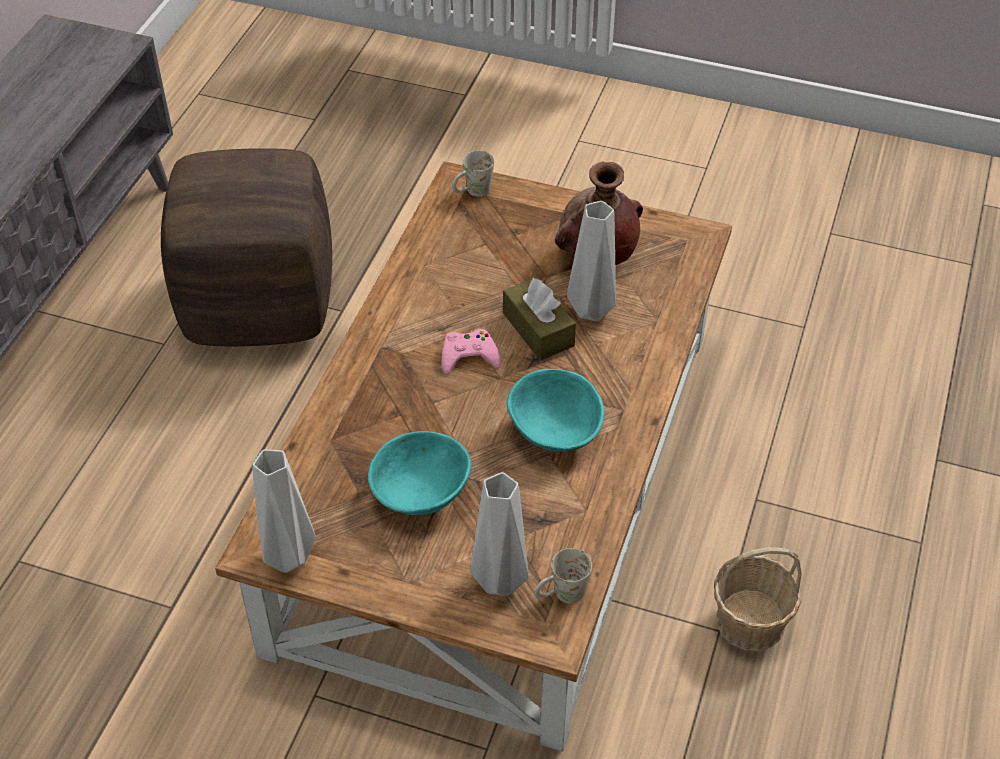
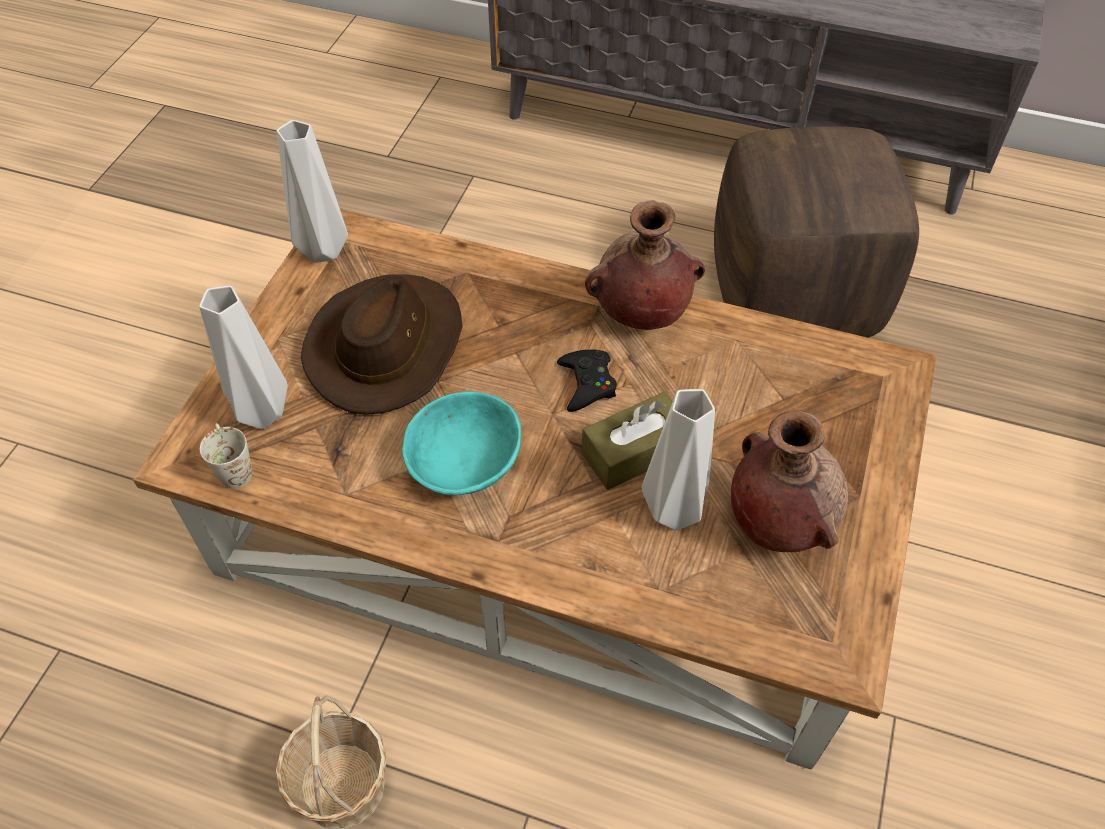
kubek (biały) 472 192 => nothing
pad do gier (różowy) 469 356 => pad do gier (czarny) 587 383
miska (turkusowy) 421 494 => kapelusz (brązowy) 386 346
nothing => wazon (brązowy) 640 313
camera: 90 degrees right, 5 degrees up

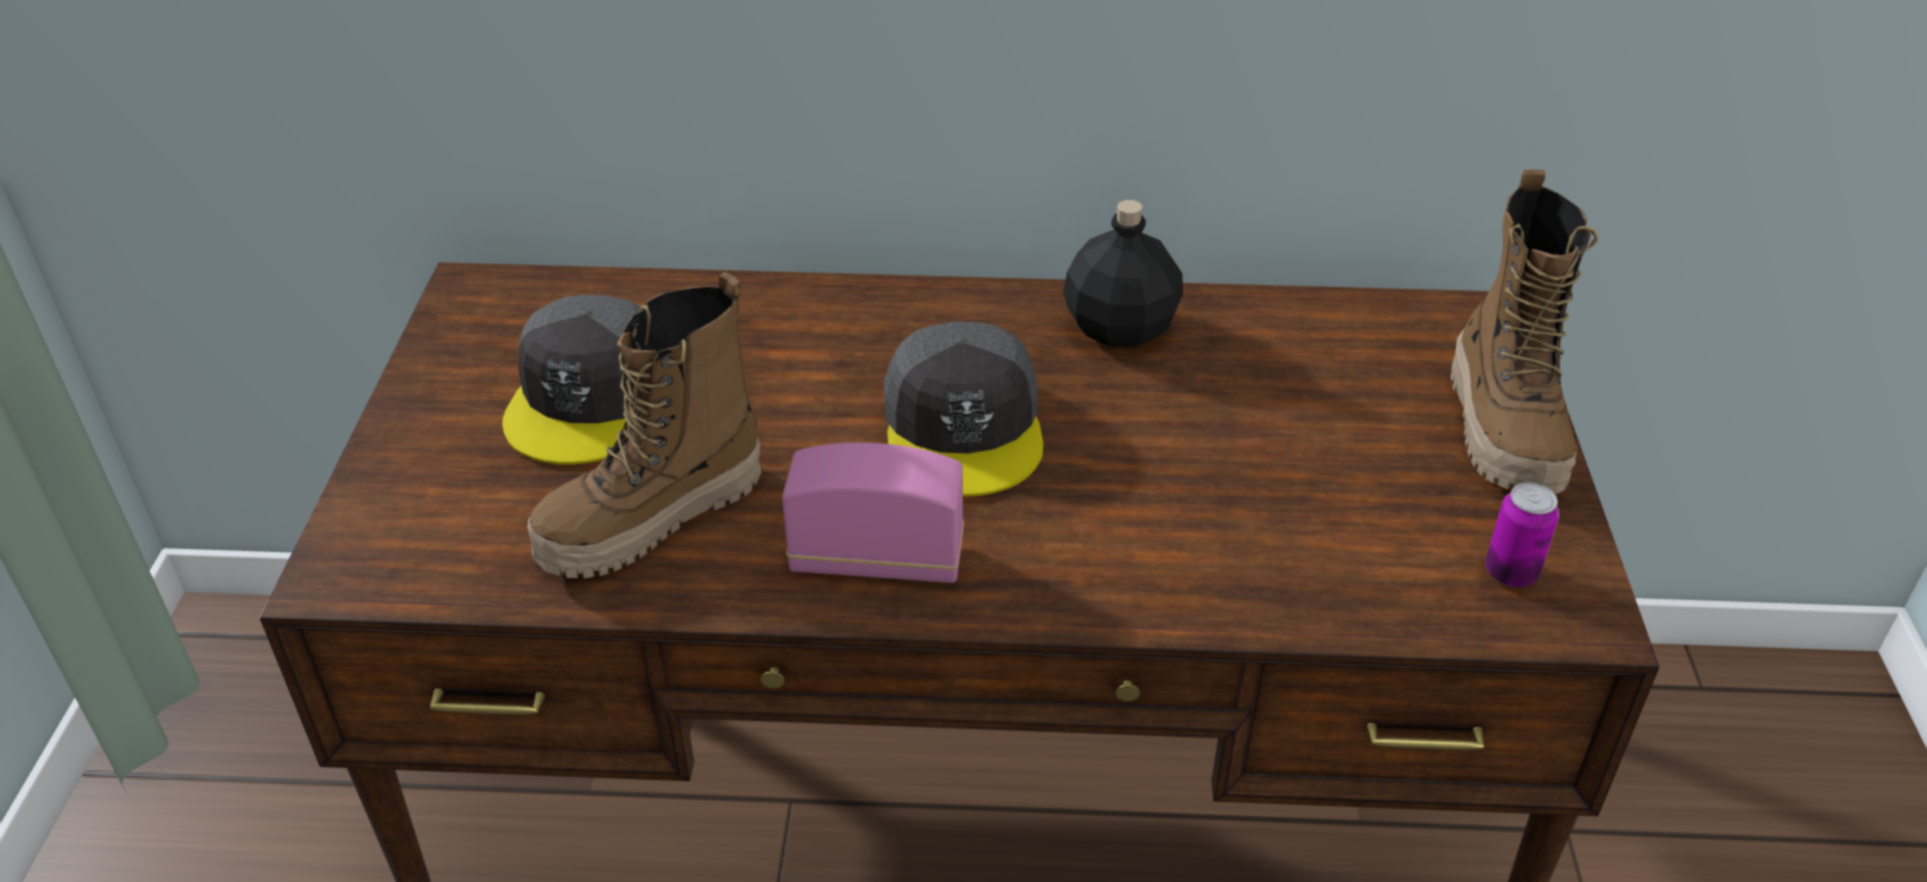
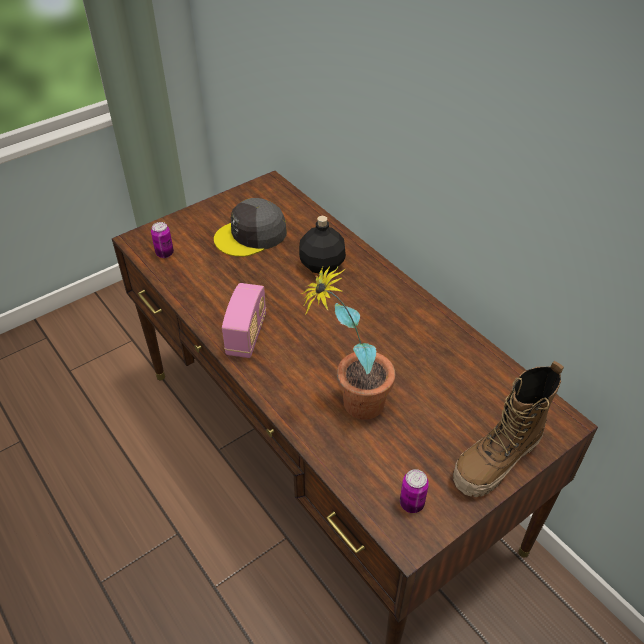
butelka (czarny) 1121 328 => butelka (czarny) 323 265, move
but z cholewką 653 520 => nothing
czapka z daszkiem (szary) 964 426 => nothing
radio 877 559 => radio 247 335, 45 degrees clockwise
nothing => puszka 165 253
nothing => roślina doniczkowa 350 403
camera: 50 degrees right, 5 degrees up

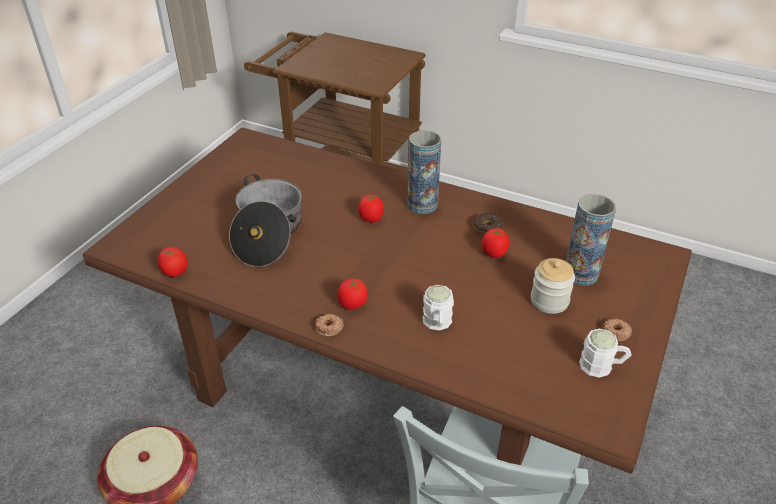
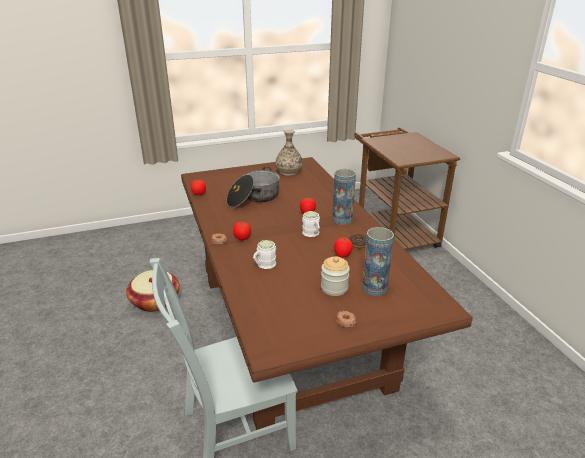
kubek (biały) 602 366 => kubek (biały) 312 234, move
nothing => wazon 288 171
camera: 45 degrees right, 10 degrees down

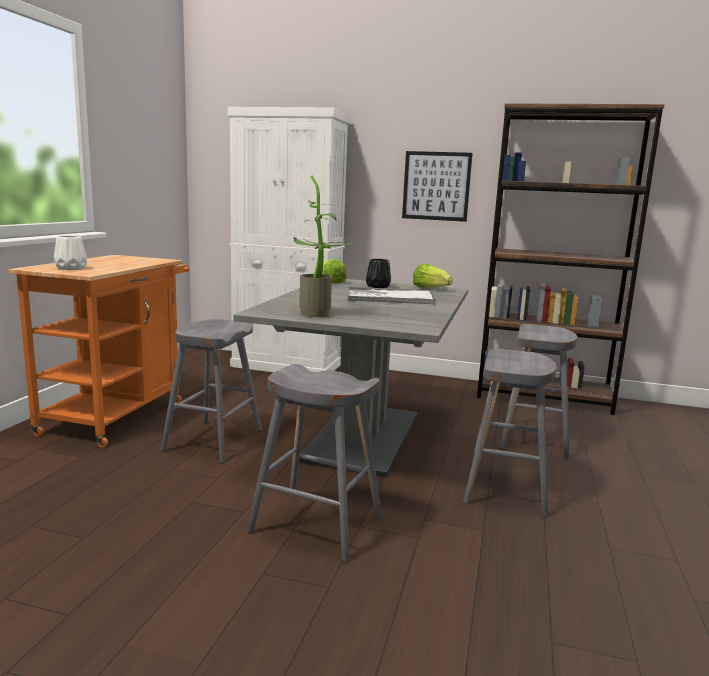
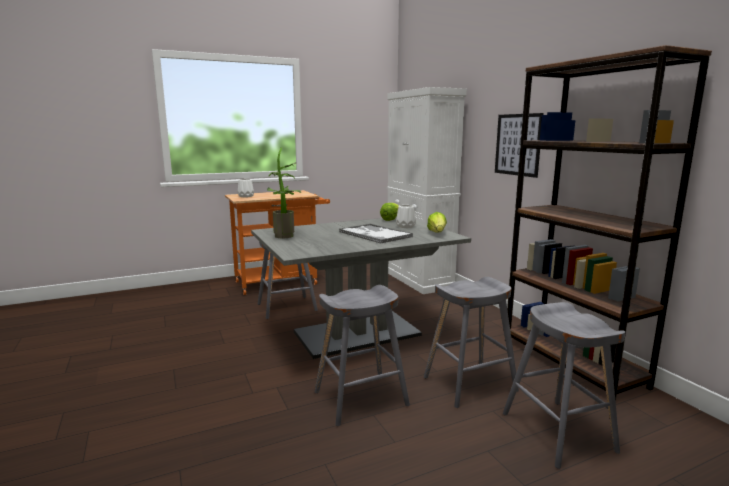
wazon (czarny) 377 286 => wazon (biały) 405 226
stołek (szary) 317 524 => stołek (szary) 557 432, move
camera: 50 degrees right, 0 degrees up

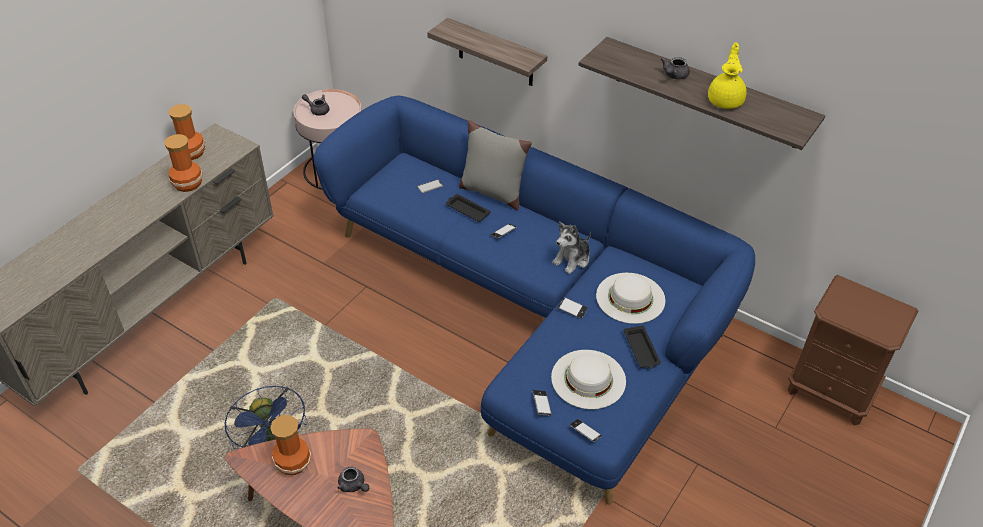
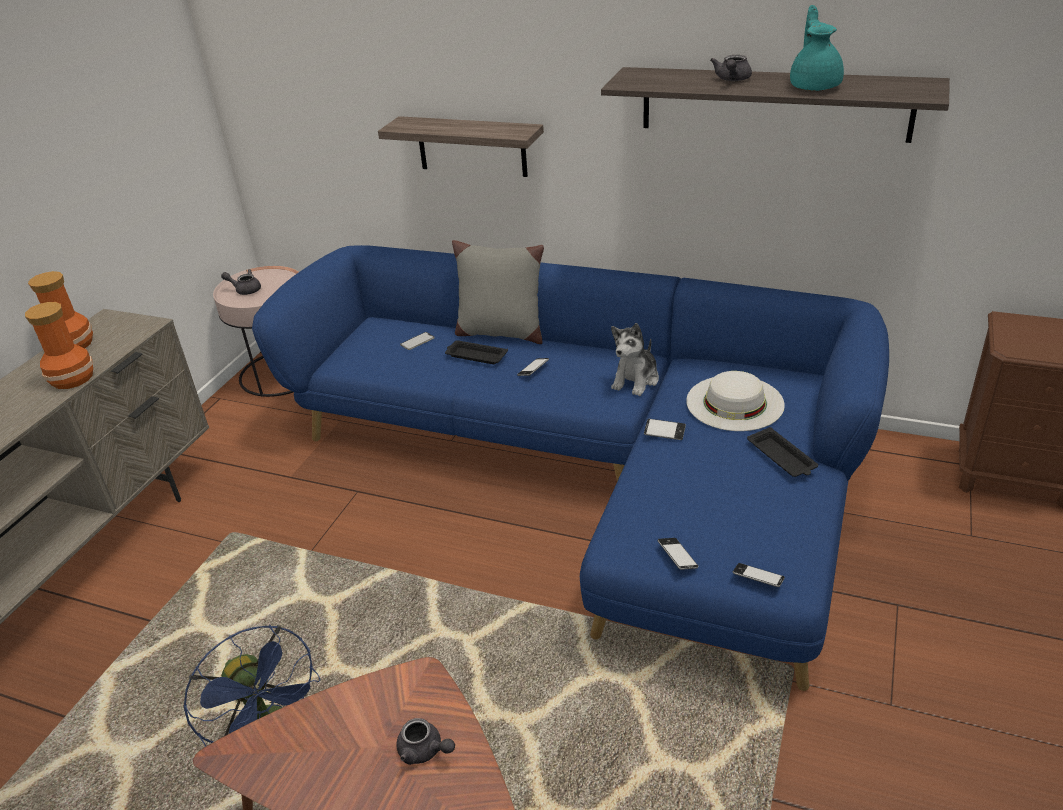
imbryk (żółty) 726 100 => imbryk (turkusowy) 815 86
kapelusz (biały) 588 379 => nothing
wazon 292 462 => nothing
camera: 10 degrees left, 10 degrees down

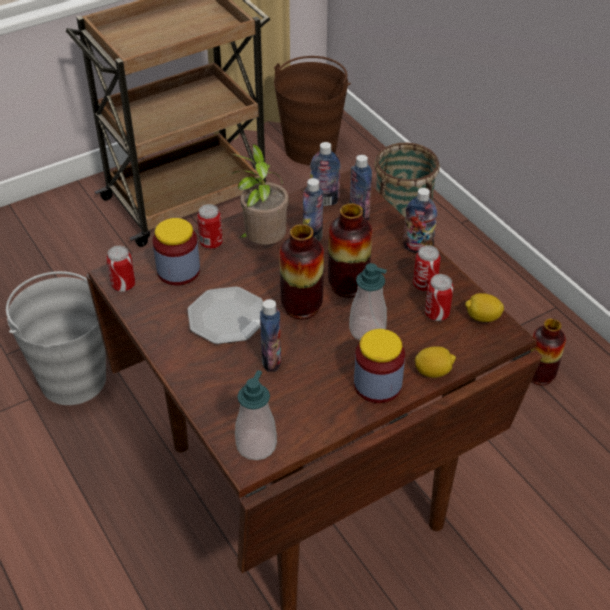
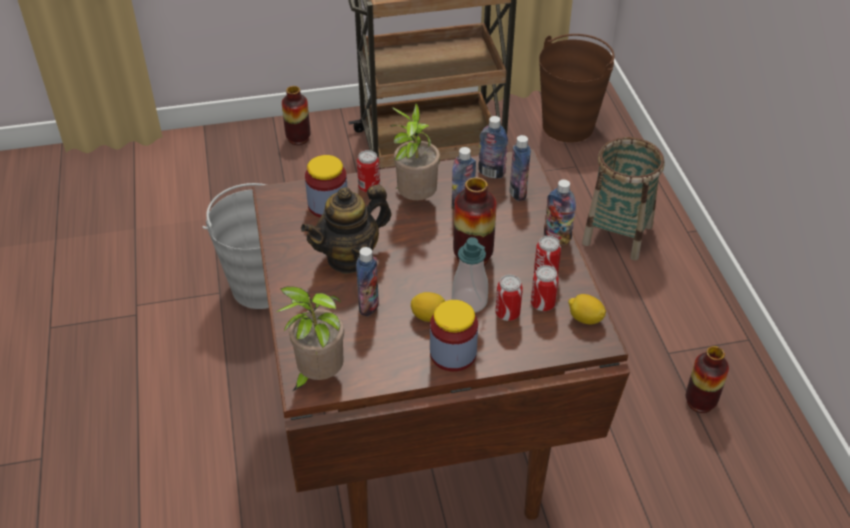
wazon 301 307 => wazon 298 138, move
puszka 123 285 => puszka 507 314, move
talerz 227 317 => imbryk 350 257
cytryna 433 371 => cytryna 429 316, move
dozownik mydła 256 445 => roślina doniczkowa 318 376
camera: 20 degrees right, 0 degrees up

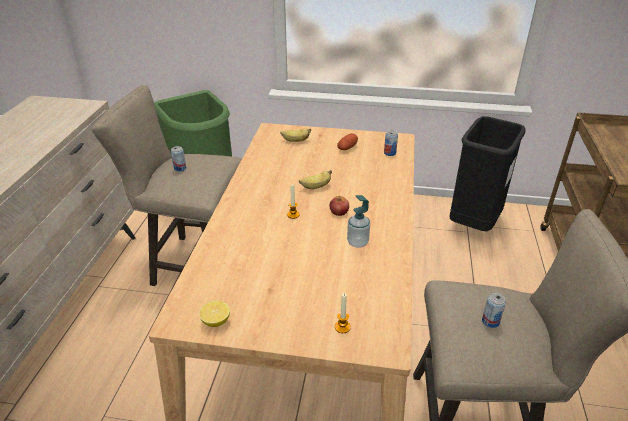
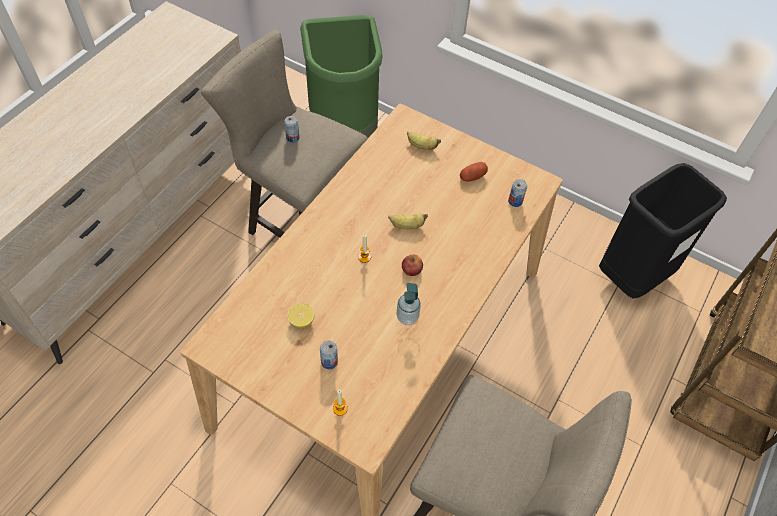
puszka 490 321 => puszka 329 362, move
cytryna 216 321 => cytryna 301 321, move
camera: 20 degrees right, 20 degrees up

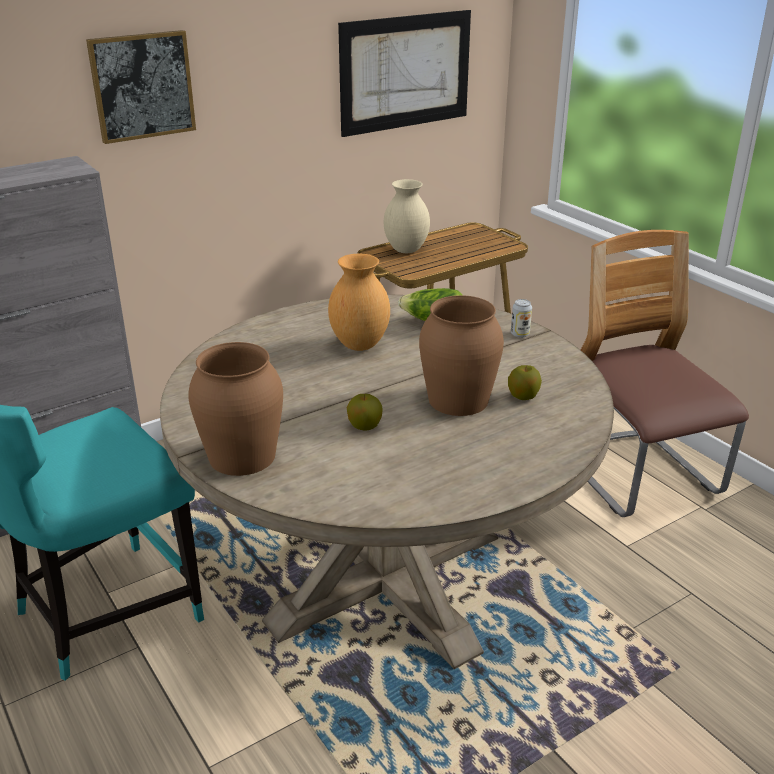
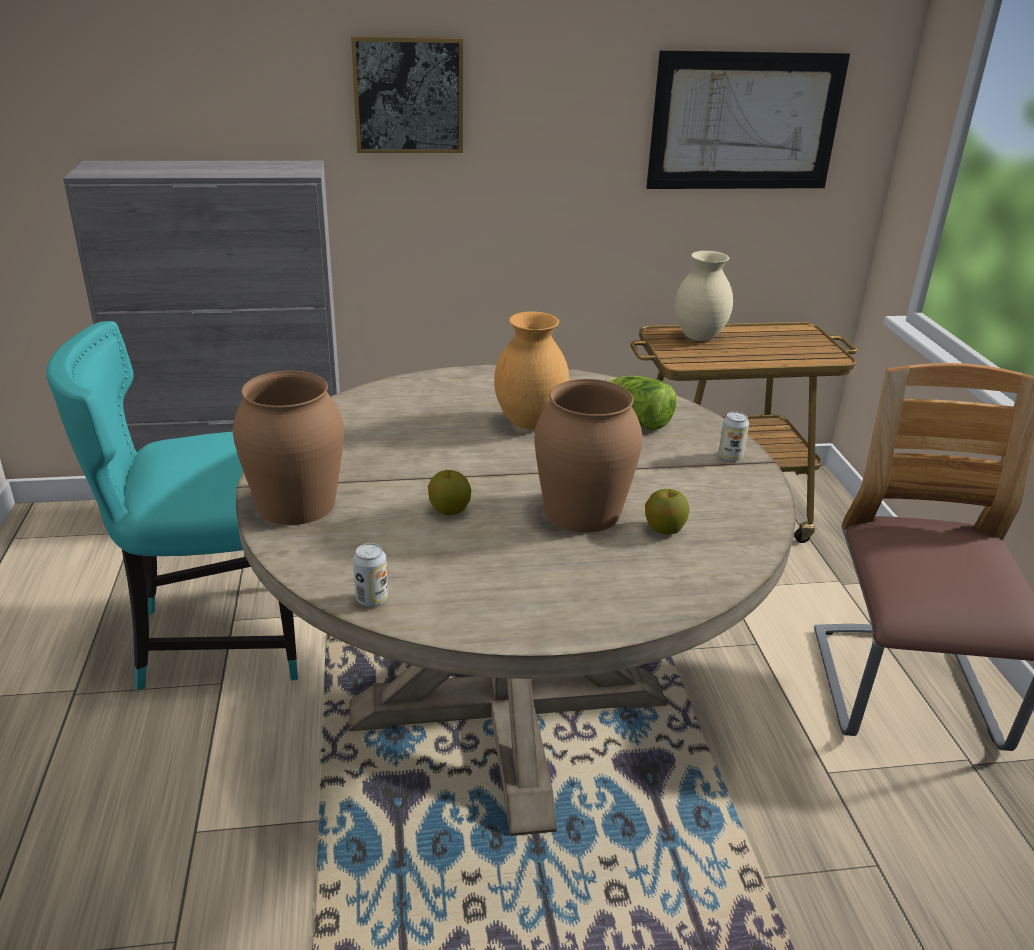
nothing => puszka 372 599
camera: 25 degrees right, 0 degrees up

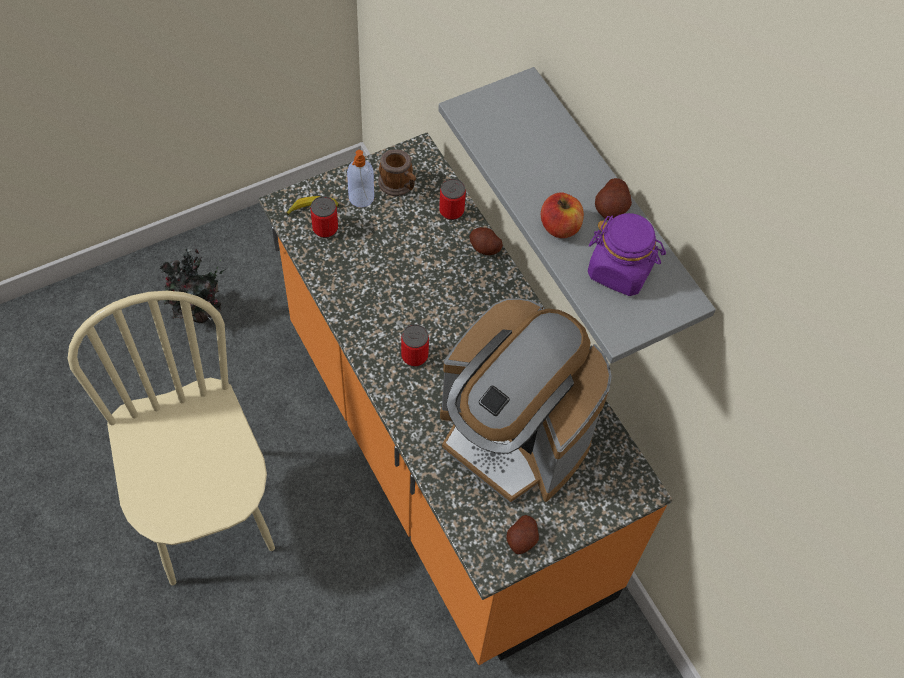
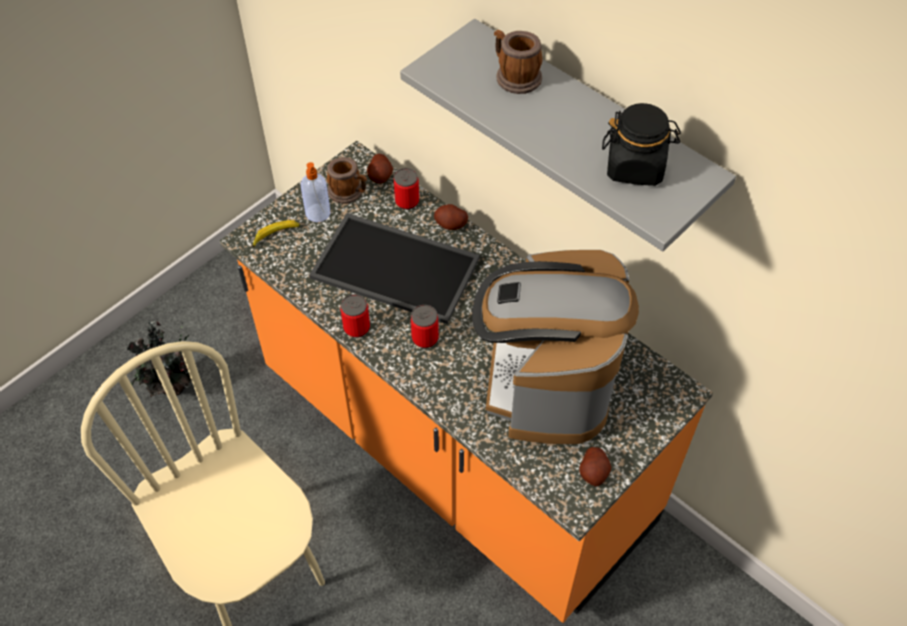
ziemniak 611 208 => ziemniak 380 176, move
jabłko 560 227 => nothing
puszka 325 228 => puszka 356 327, move
słoik (fioletowy) 620 270 => słoik (czarny) 635 167
ekspres do kawy 513 437 => ekspres do kawy 547 383, 75 degrees clockwise
nothing => kubek 514 76
nothing => taca 397 266
camera: 15 degrees left, 5 degrees down

